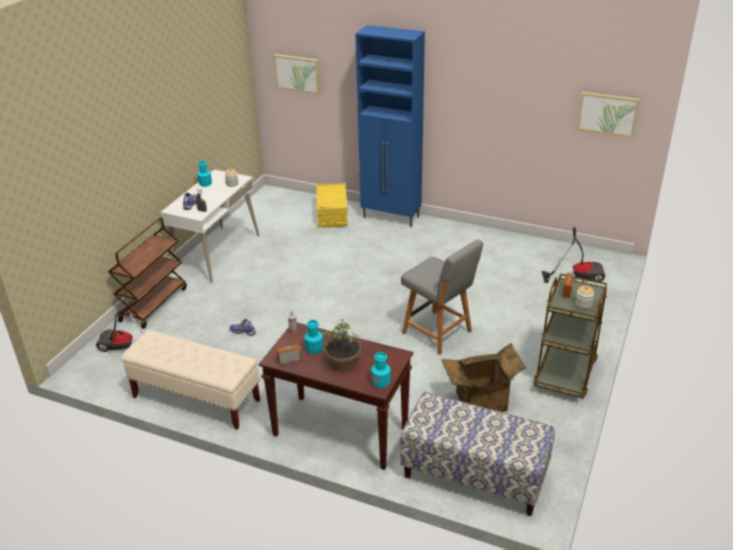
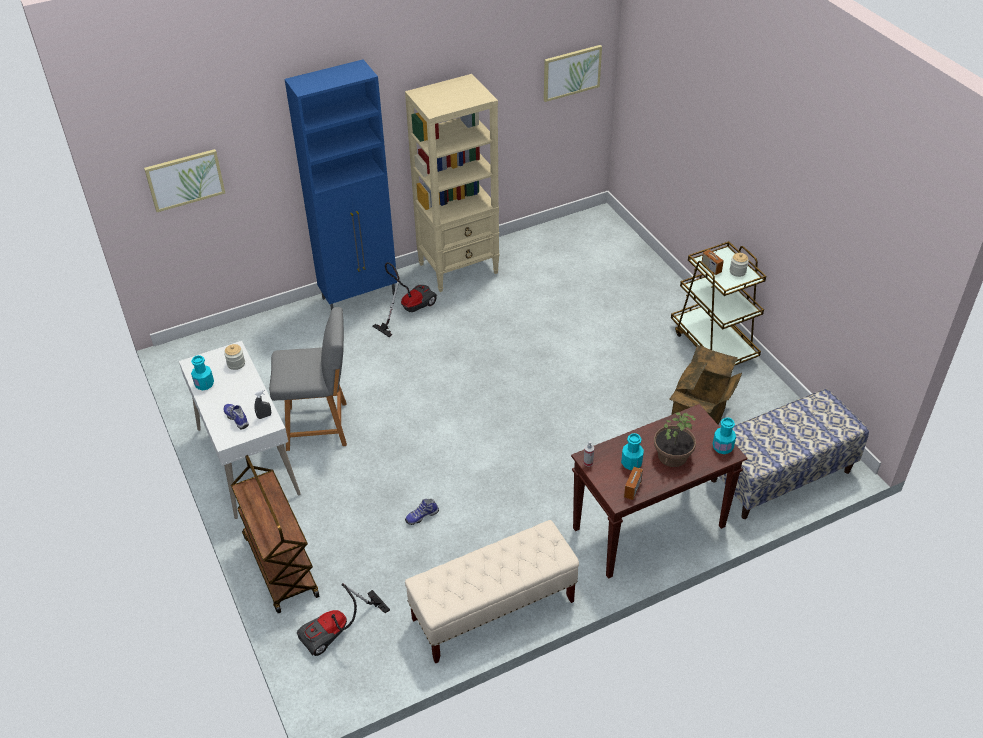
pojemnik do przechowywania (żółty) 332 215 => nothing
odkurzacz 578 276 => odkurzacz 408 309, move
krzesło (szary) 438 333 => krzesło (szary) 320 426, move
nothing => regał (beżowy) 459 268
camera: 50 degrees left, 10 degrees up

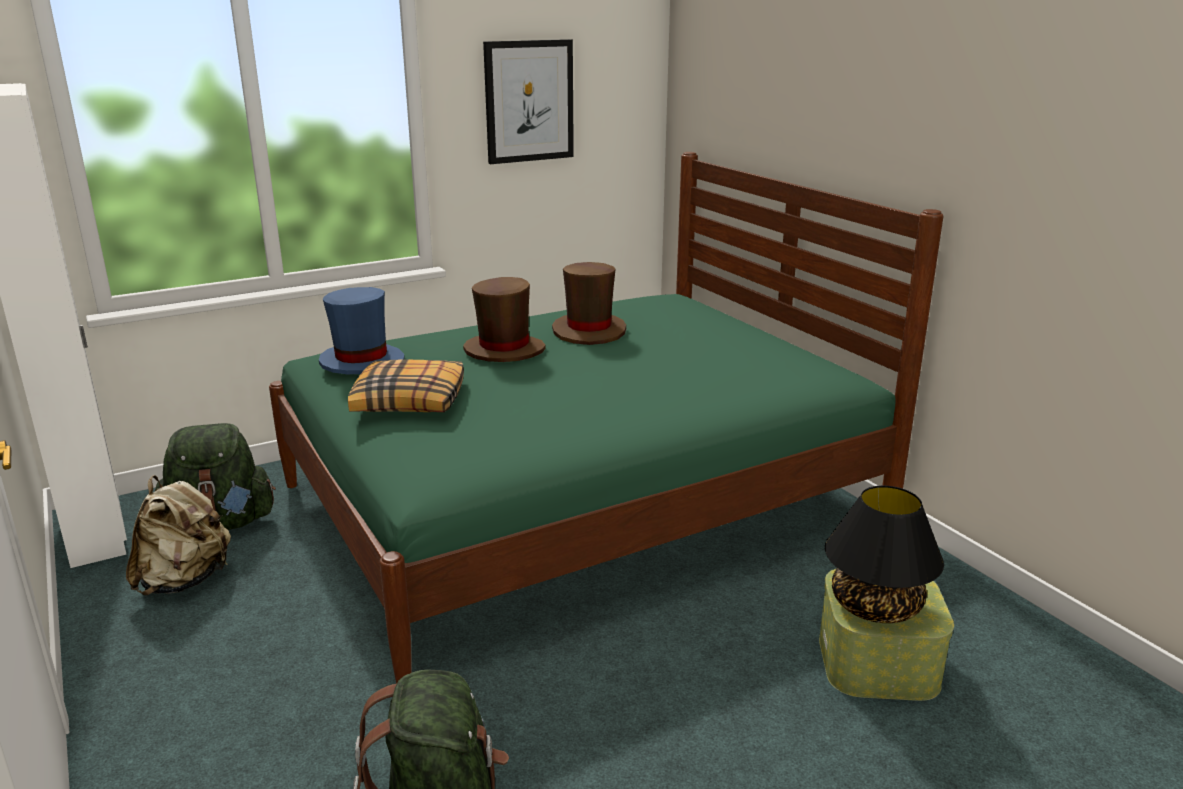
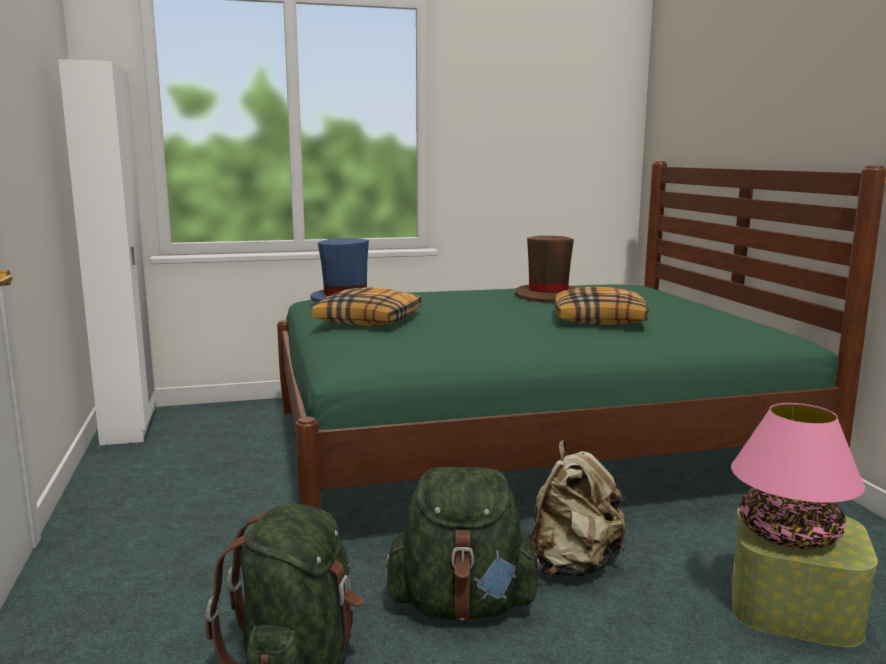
obraz 529 101 => nothing
kapelusz (brązowy) 504 350 => nothing
plecak (zielony) 220 524 => plecak (zielony) 462 606, move
plecak (beżowy) 185 581 => plecak (beżowy) 572 566, move
lampa stołowa (czarny) 876 606 => lampa stołowa (różowy) 789 536
nothing => poduszka 600 320
camera: 15 degrees right, 10 degrees down

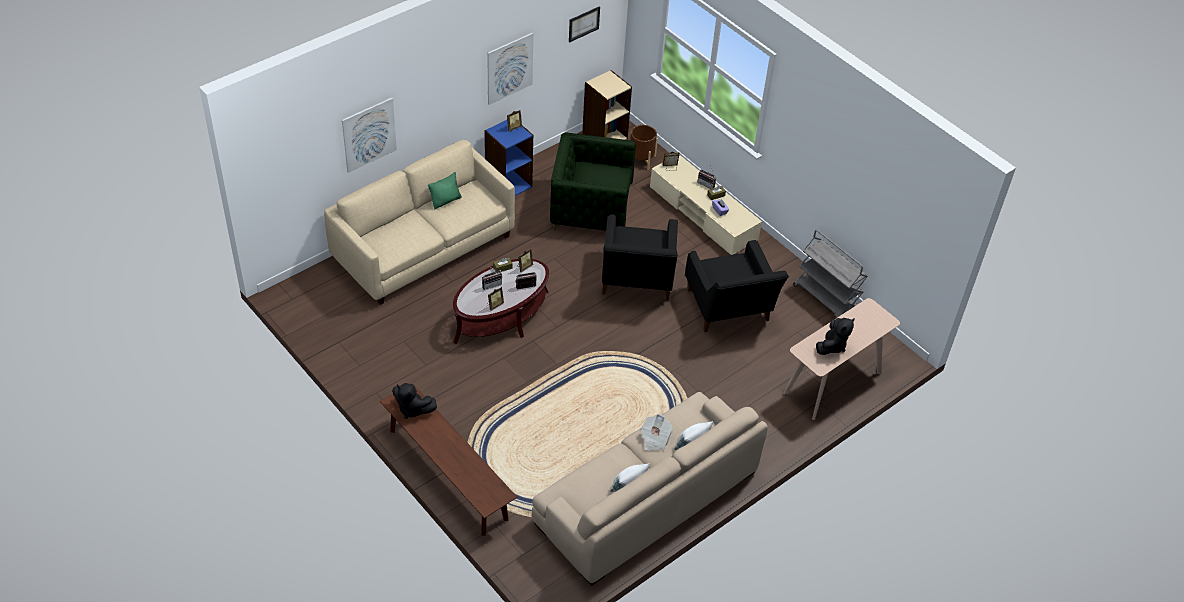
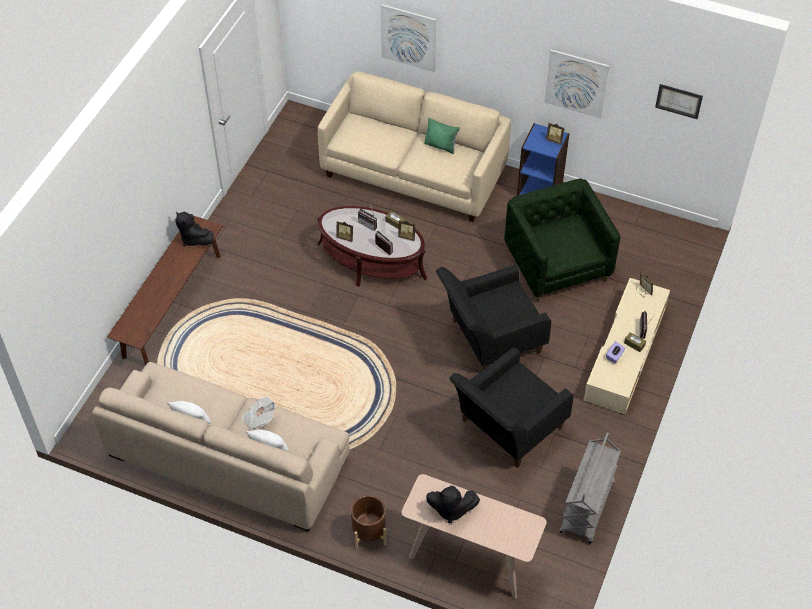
regał (beżowy) 604 136 => nothing
donica (brązowy) 641 159 => donica (brązowy) 369 533, move
pluszak (czarny) 412 409 => pluszak (czarny) 194 238, 45 degrees counterclockwise
camera: 65 degrees right, 5 degrees up

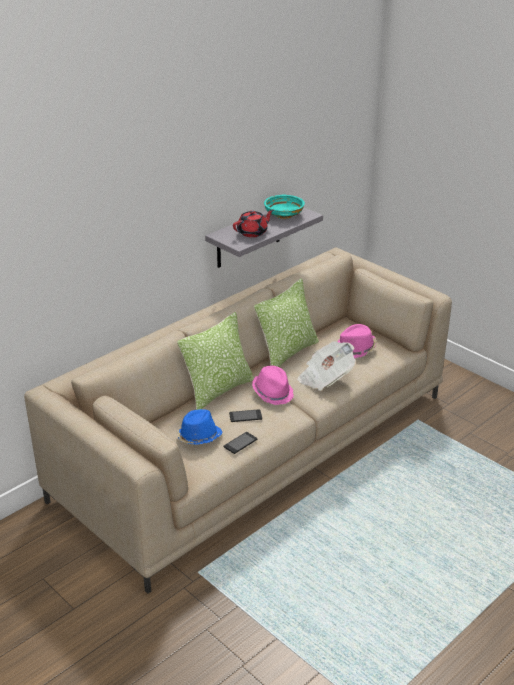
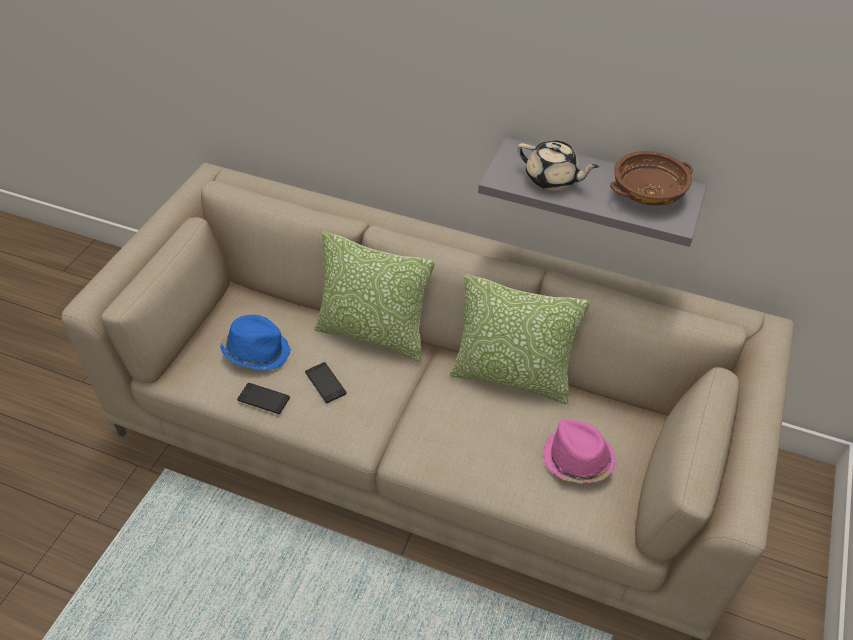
miska (turkusowy) 283 214 => miska (brązowy) 648 193
imbryk (czerwony) 253 232 => imbryk (beżowy) 552 179
gazeta 325 378 => nothing
kapelusz (różowy) 273 393 => nothing
camera: 65 degrees right, 15 degrees up

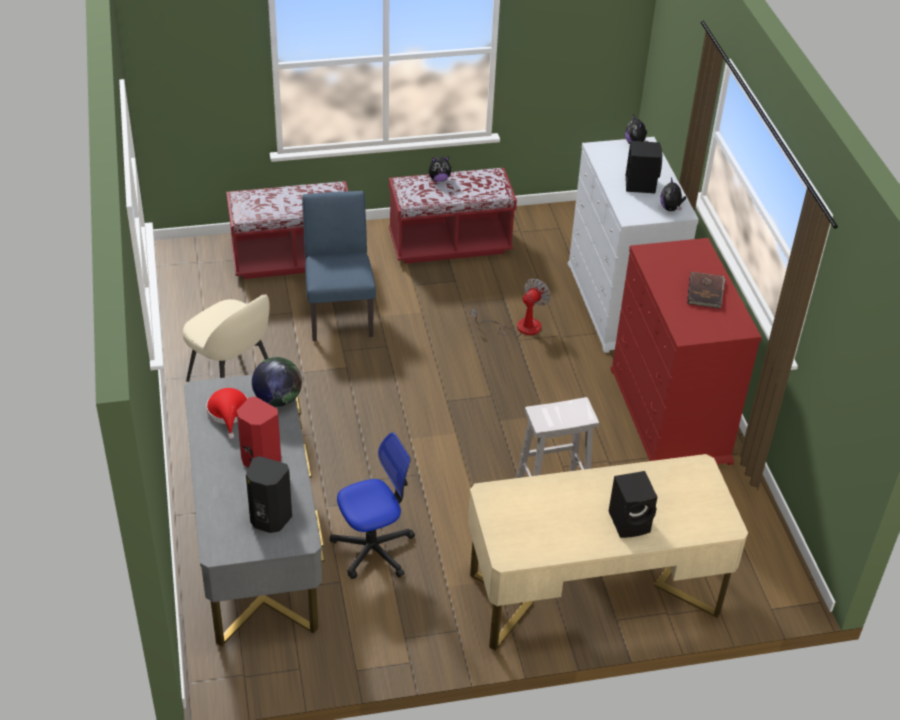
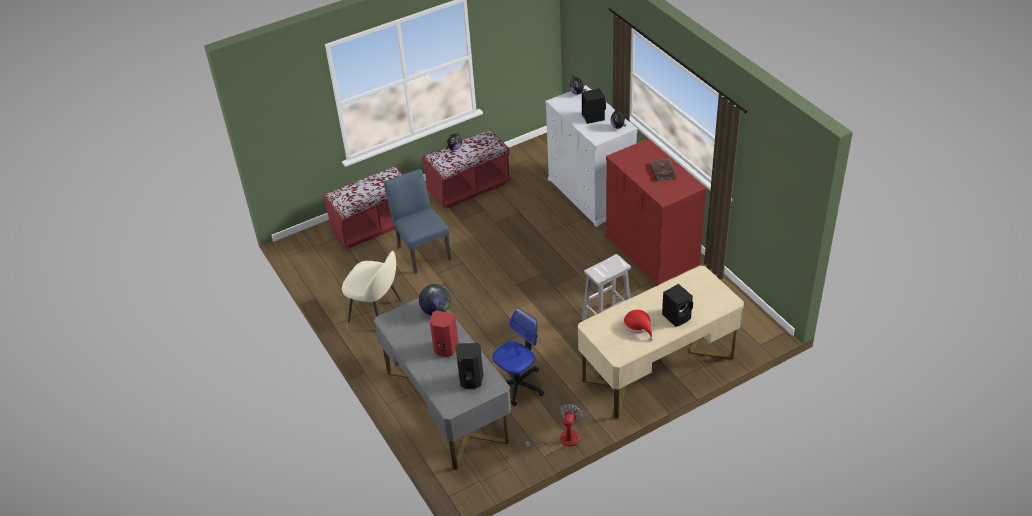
wentylator 519 327 => wentylator 562 441, move
kapelusz (czerwony) 229 413 => kapelusz (czerwony) 638 326, move
camera: 15 degrees left, 0 degrees up

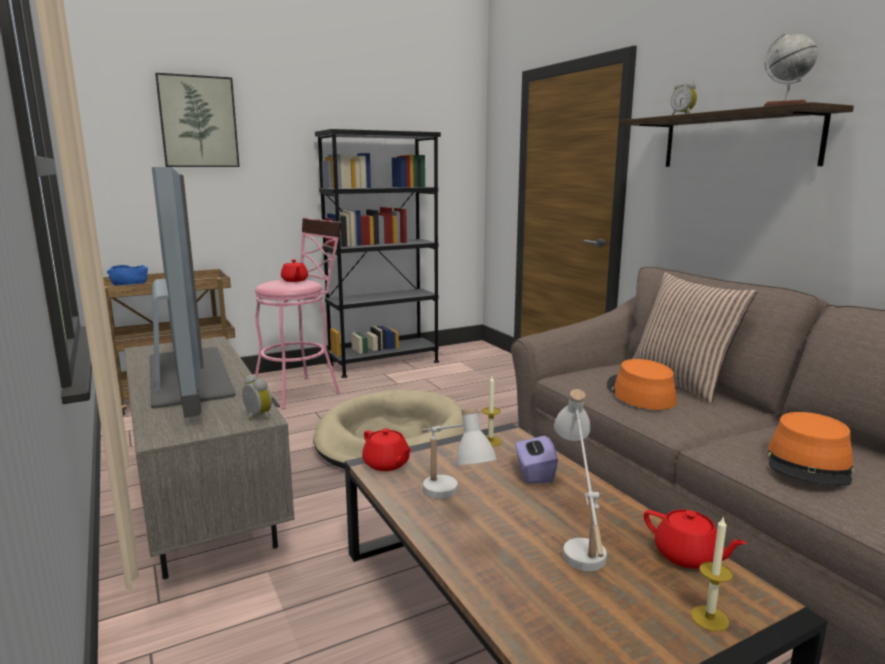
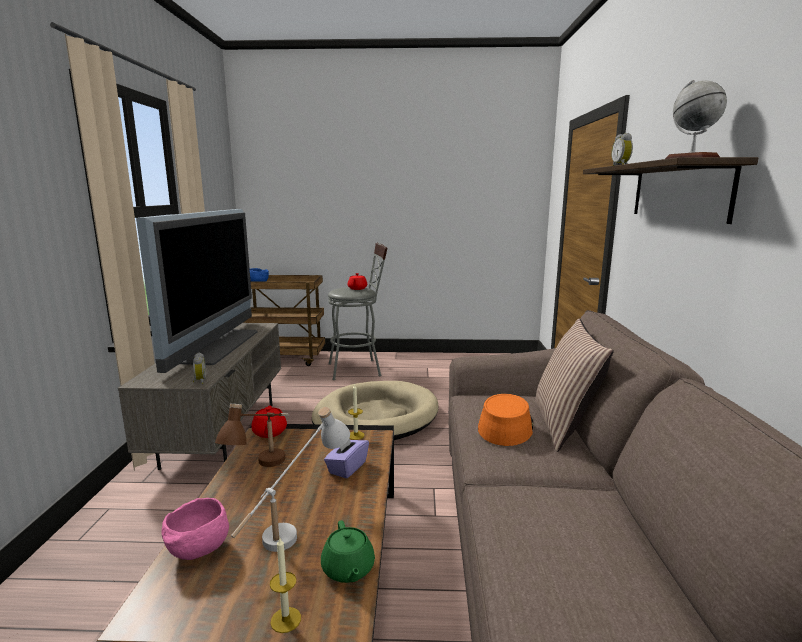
obraz 198 122 => nothing
regał (czarny) 384 363 => nothing
stołek (różowy) 302 390 => stołek (szary) 359 369
lampa stołowa (biały) 449 503 => lampa stołowa (brązowy) 263 470
kapelusz (pomarańczowy) 809 464 => nothing
imbryk (czerwony) 687 556 => imbryk (zielony) 348 569
nothing => miska (różowy) 198 551
camera: 30 degrees right, 0 degrees up

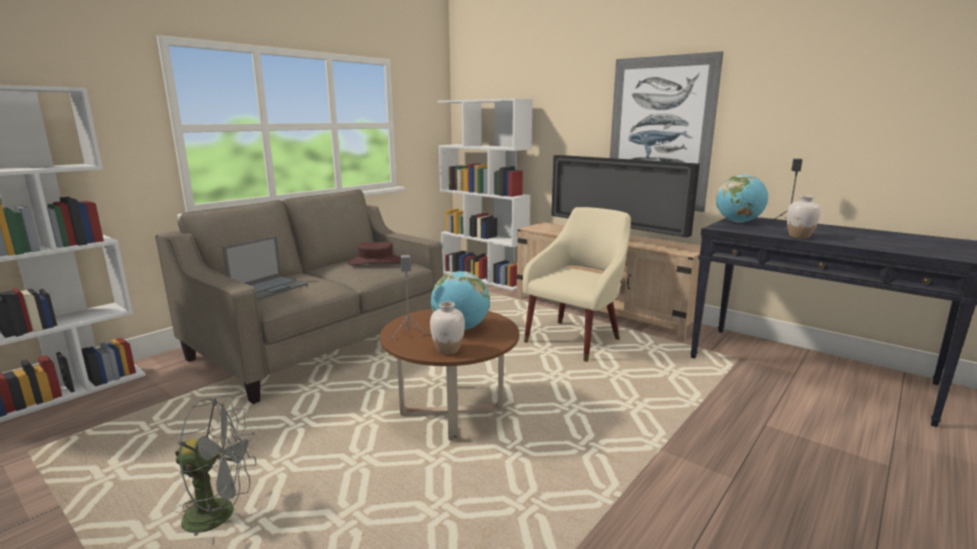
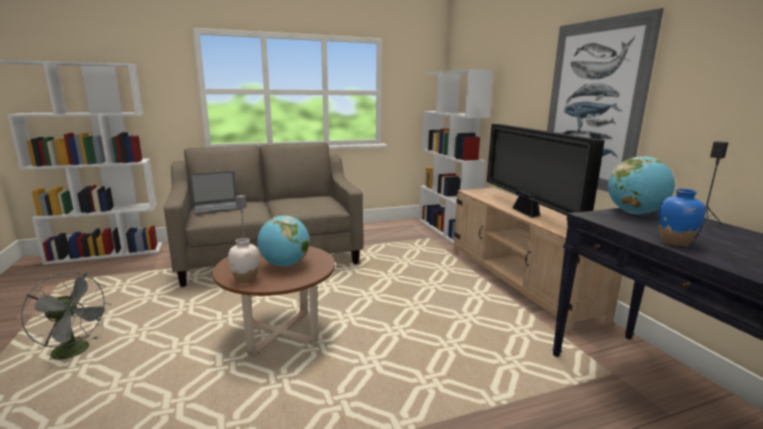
wazon (biały) 799 236 => wazon (niebieski) 675 242
fotel (beżowy) 575 338 => nothing
kapelusz (brązowy) 376 262 => nothing
camera: 30 degrees right, 0 degrees up

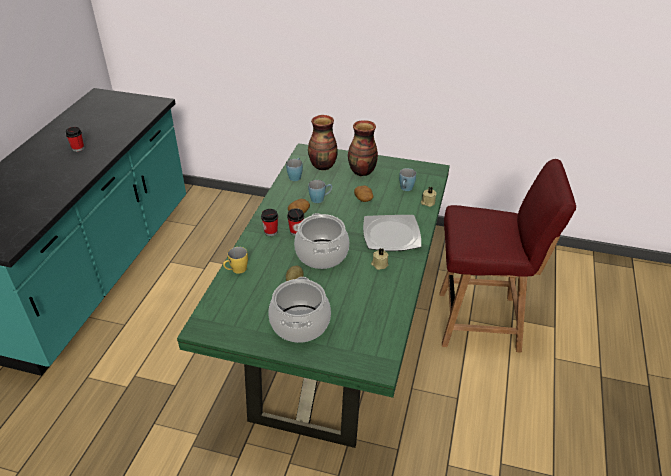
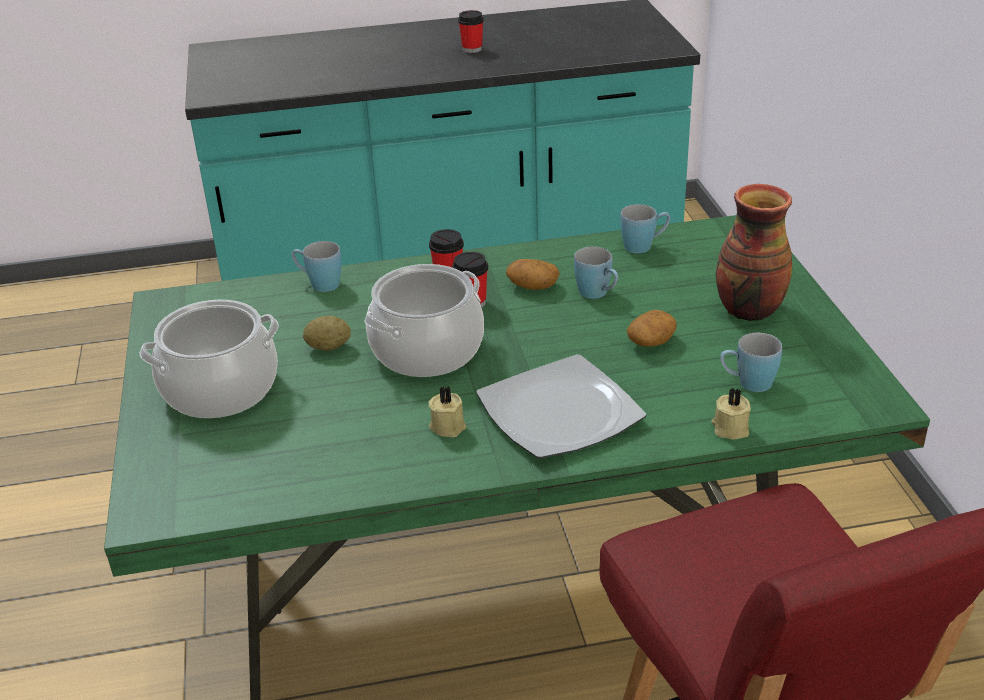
wazon 323 166 => nothing
kubek (żółty) 236 270 => kubek (niebieski) 319 284
camera: 65 degrees right, 5 degrees down

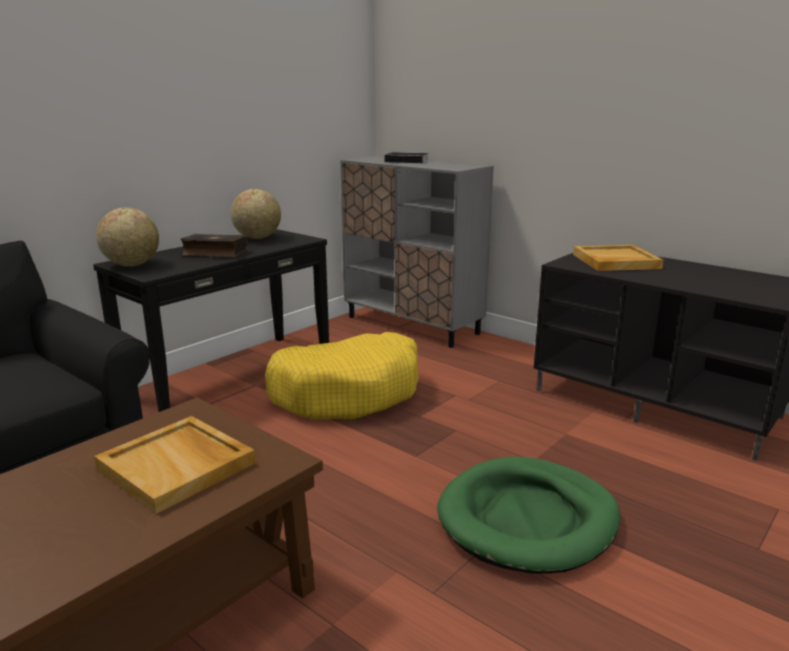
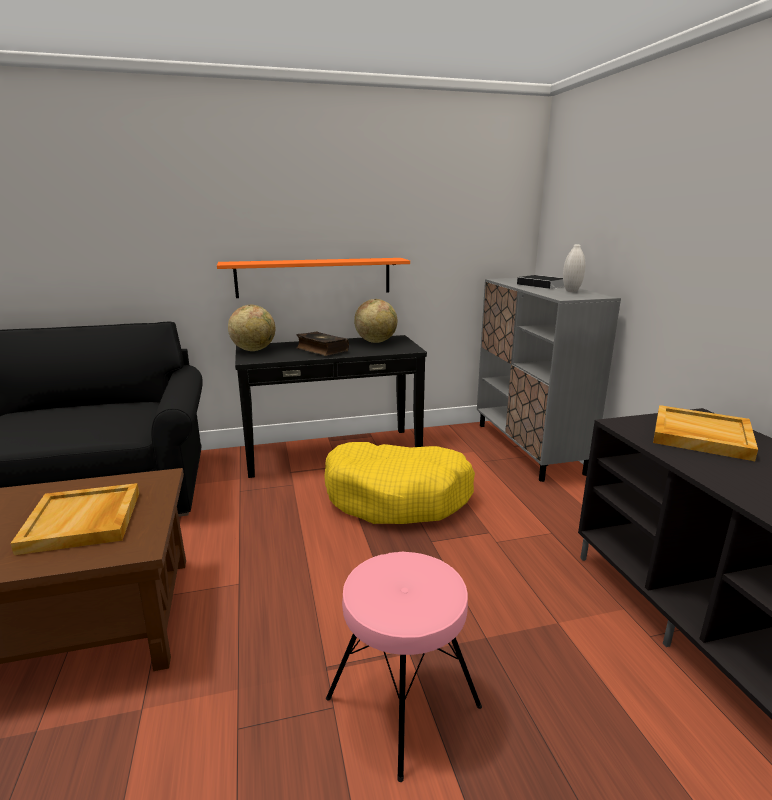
legowisko (zielony) 528 519 => stołek (różowy) 404 702
nothing => wazon (biały) 571 291
nothing => półka (pomarańczowy) 314 277
camera: 35 degrees right, 0 degrees up

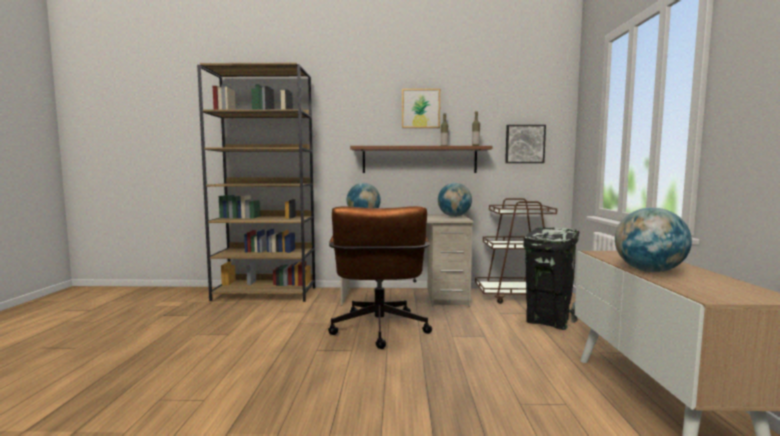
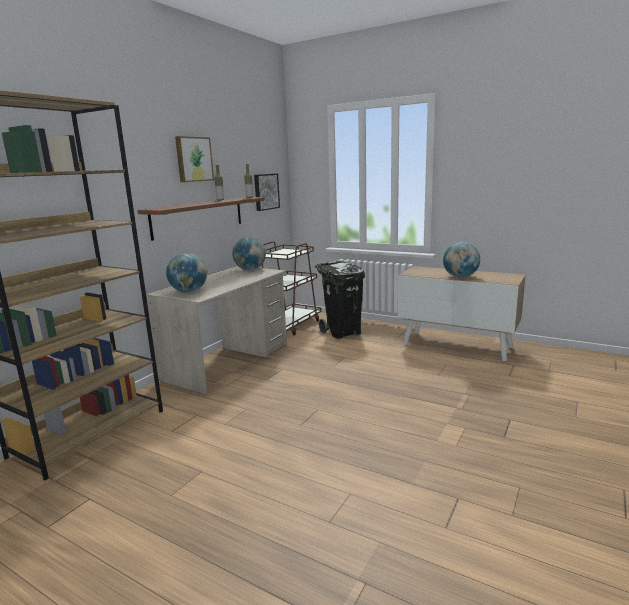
krzesło biurowe (brązowy) 379 332 => nothing
camera: 60 degrees left, 10 degrees up

